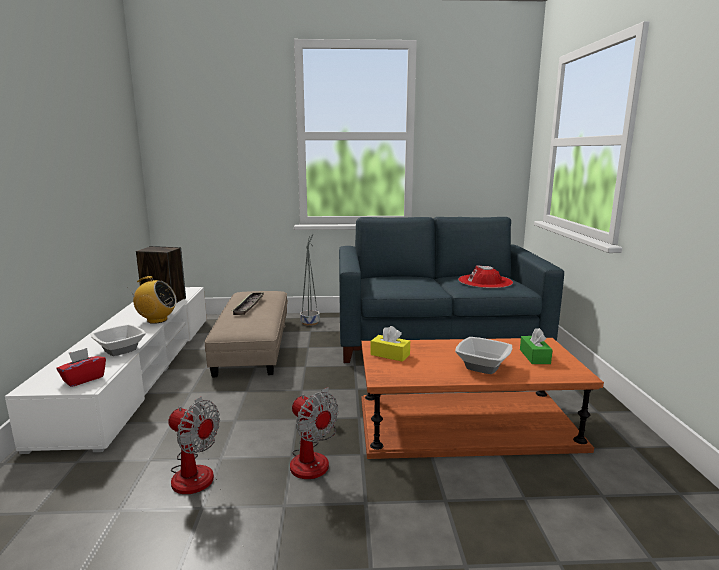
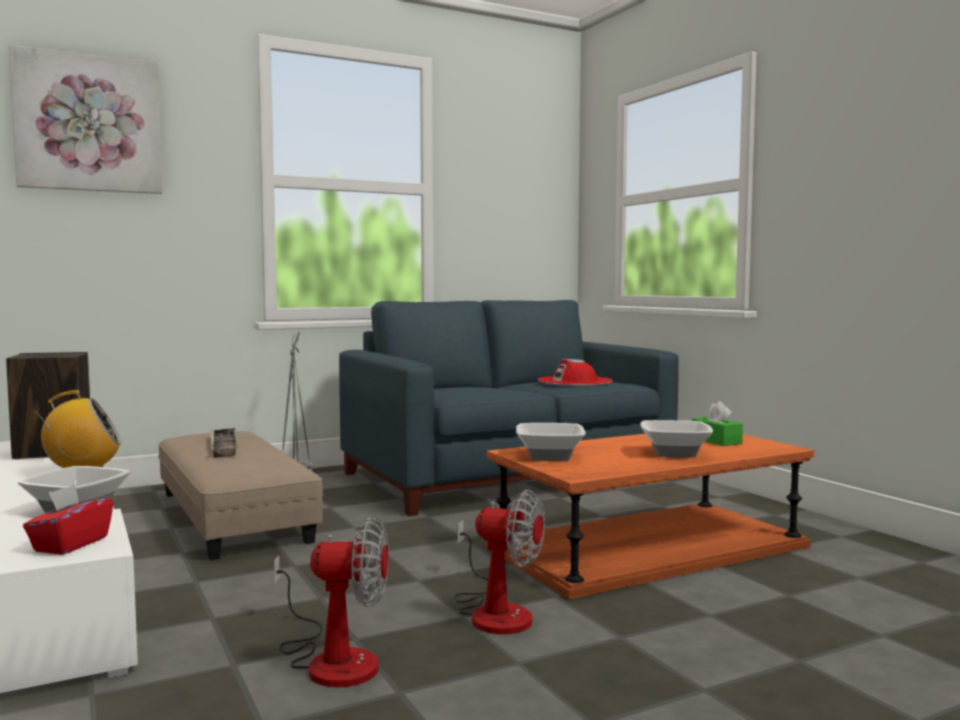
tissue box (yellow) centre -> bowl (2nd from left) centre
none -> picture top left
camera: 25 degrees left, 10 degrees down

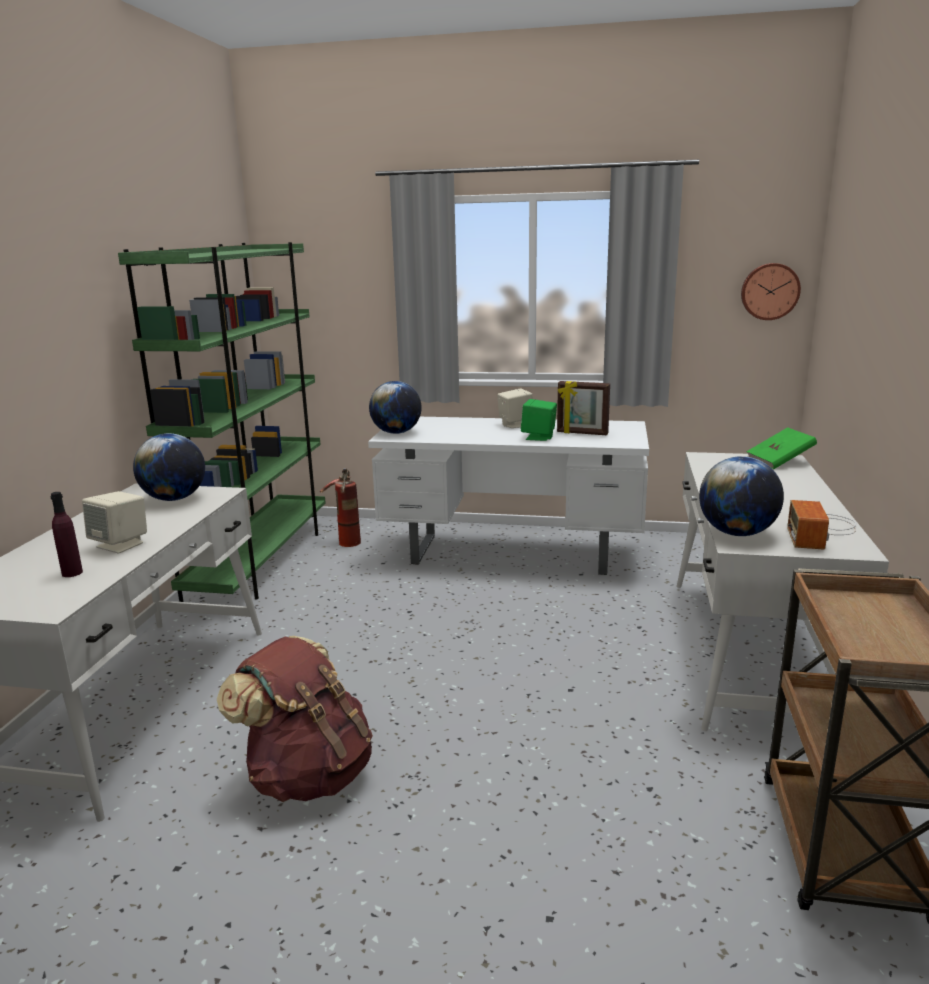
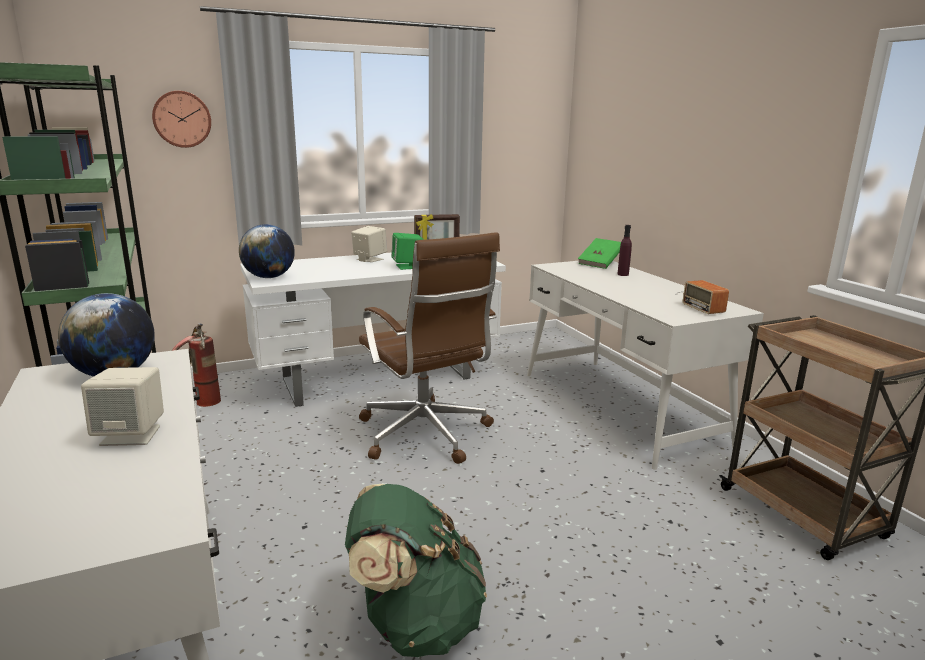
bottle (purple) middle left -> bottle (purple) middle right, moved
backpack (brown) bottom left -> backpack (green) bottom centre
globe (3rd from left) middle right -> none
wall clock top right -> wall clock top left, moved
none -> office chair (brown) centre
camera: 35 degrees left, 0 degrees up

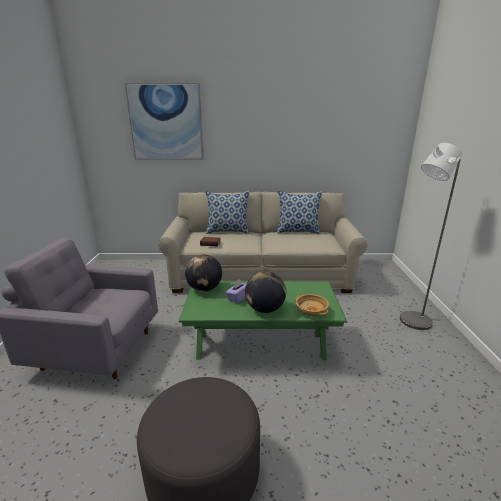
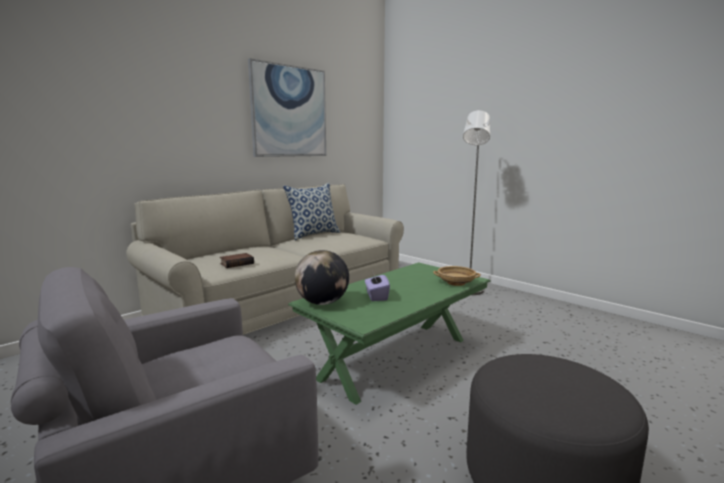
picture top left -> picture top centre, moved
pillow (1st from left) centre -> none
globe (2nd from left) centre -> none
camera: 45 degrees left, 10 degrees down

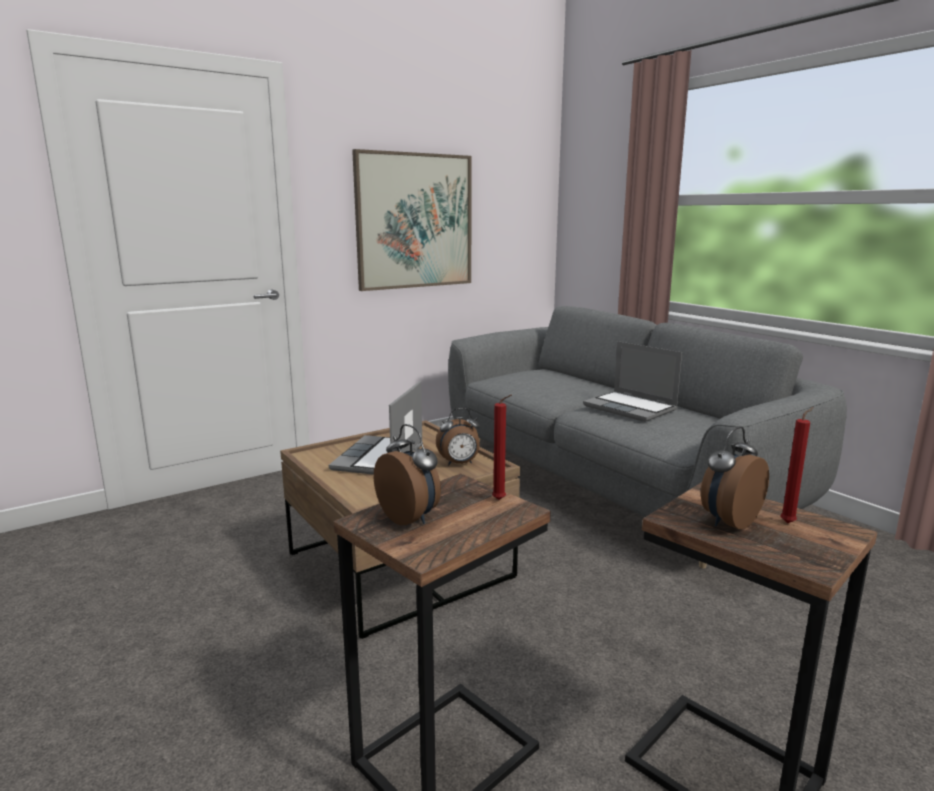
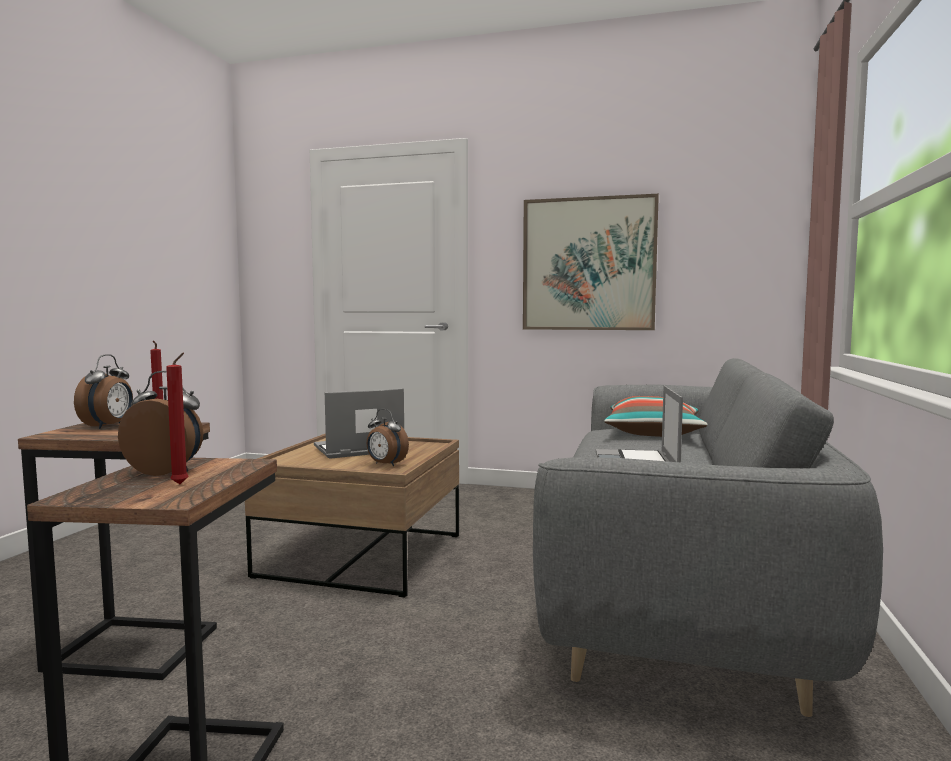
none -> pillow middle right
camera: 50 degrees right, 10 degrees down

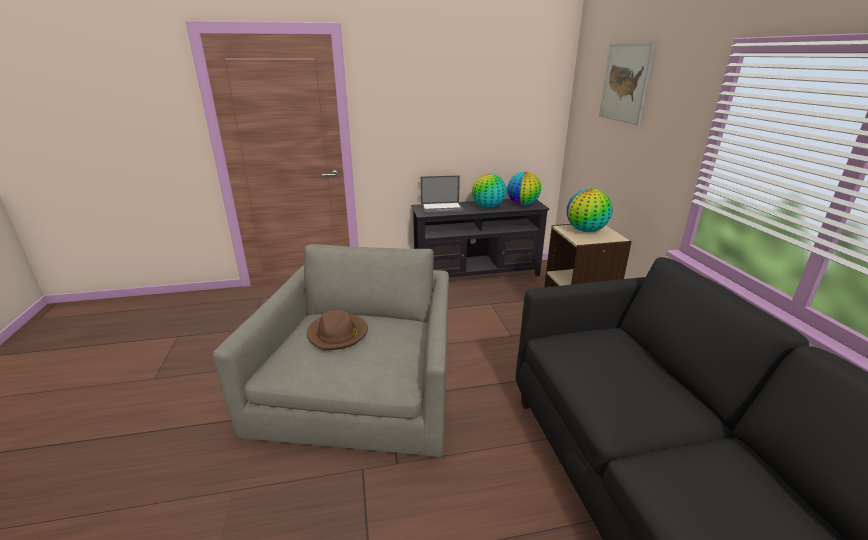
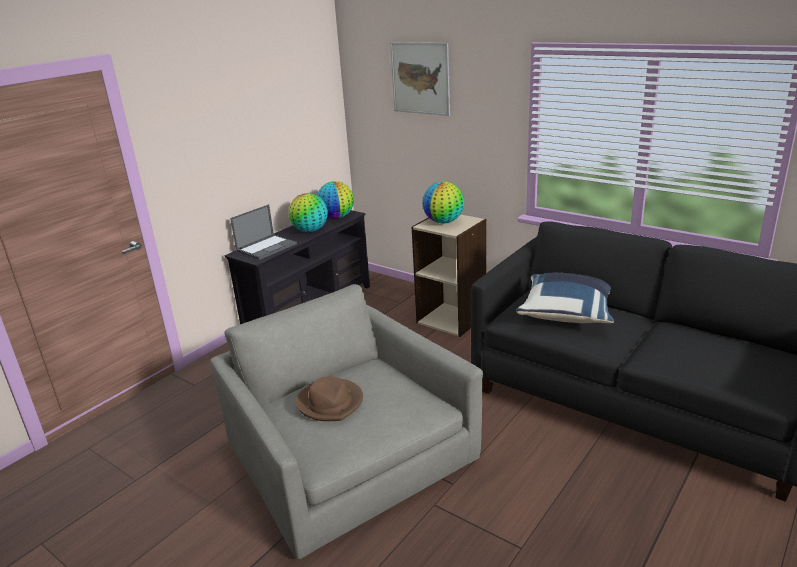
none -> pillow (blue) middle right
camera: 40 degrees left, 0 degrees up

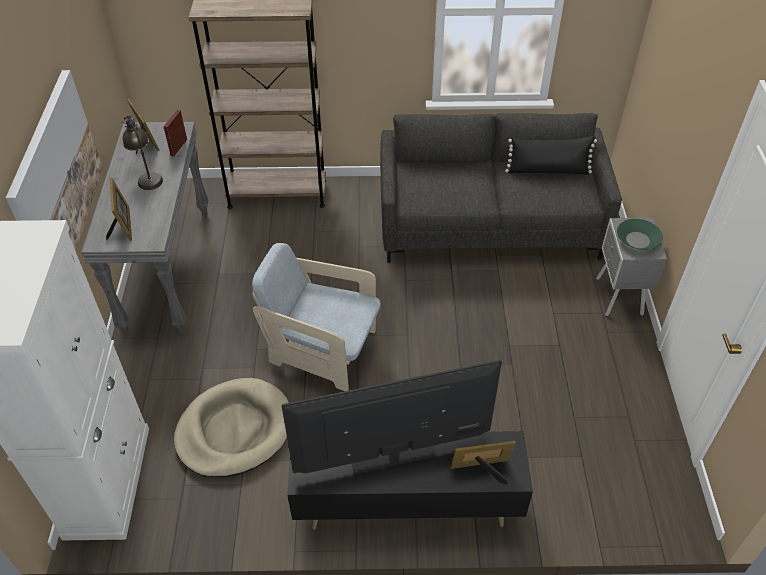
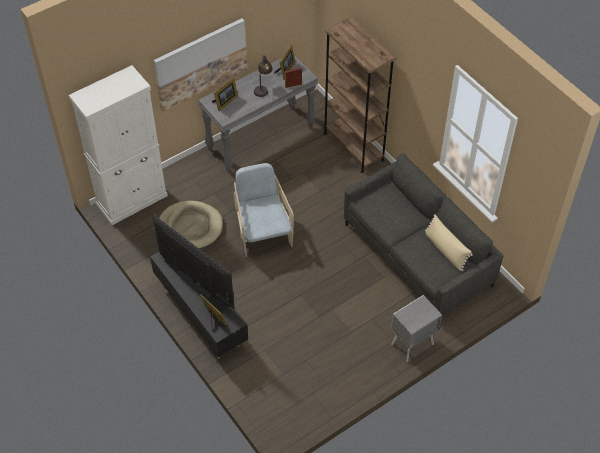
pillow (black) top right -> pillow (beige) middle right
bowl (green) middle right -> none
camera: 55 degrees right, 5 degrees up

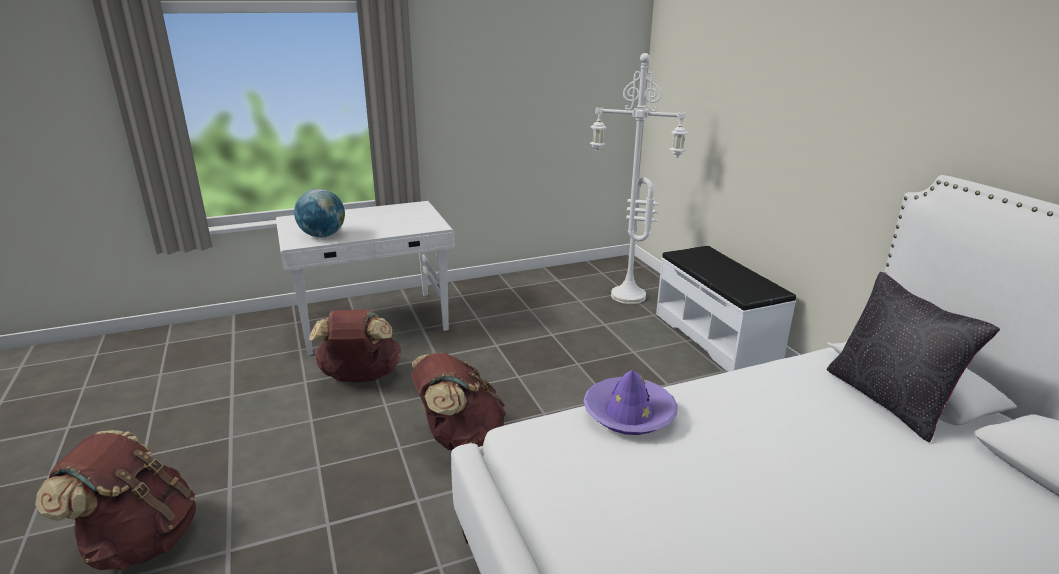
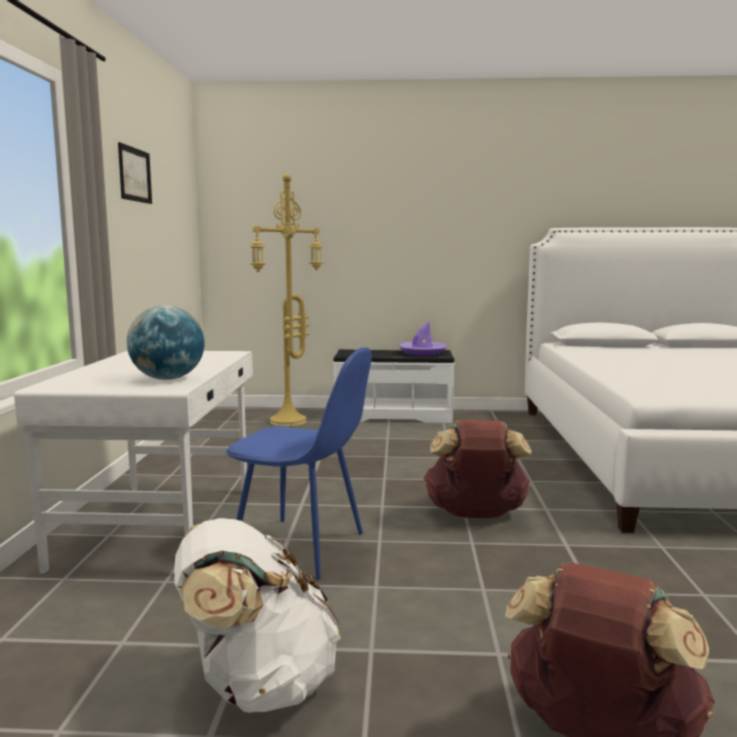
backpack (brown) (2nd from left) centre -> chair (blue) centre
hat (purple) bottom centre -> hat (purple) centre, moved
floor lamp (white) top centre -> floor lamp (yellow) centre
pillow (black) middle right -> none
none -> picture top left
none -> backpack (white) bottom centre
camera: 65 degrees left, 15 degrees down

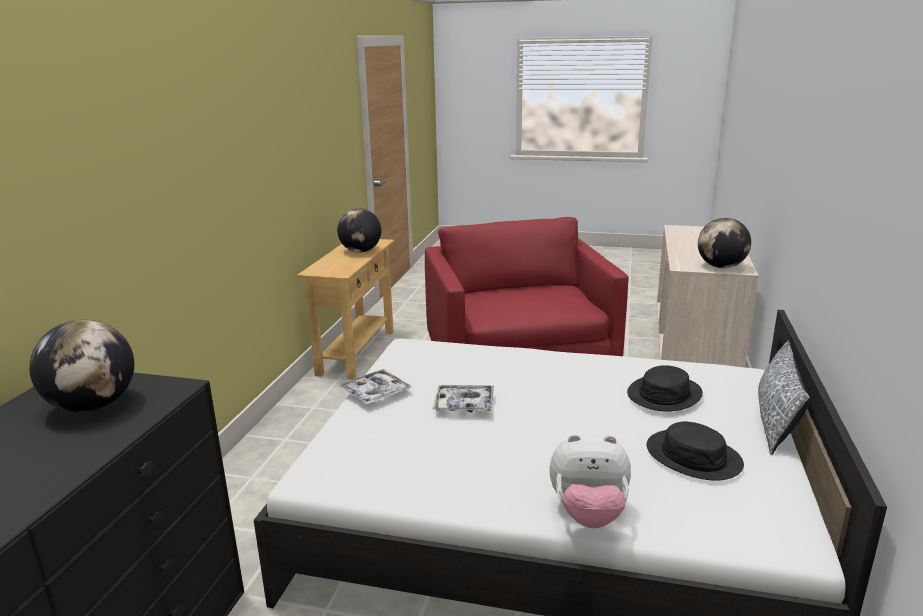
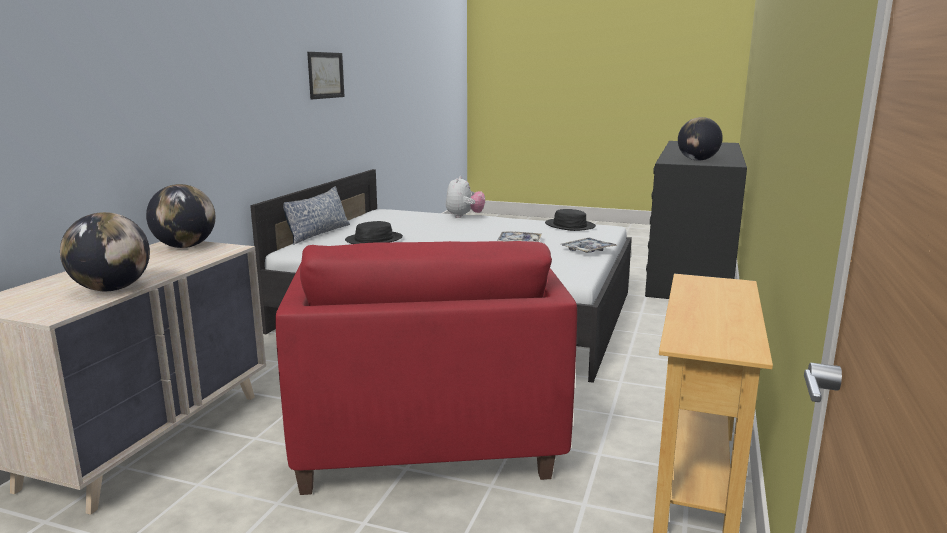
globe (2nd from left in the first image) centre -> globe (1st from left) middle left, moved
plush toy bottom centre -> plush toy centre, 90 degrees clockwise
hat (black) (2nd from left) bottom right -> hat (black) (2nd from left) centre, moved
none -> picture top centre
camera: 175 degrees left, 5 degrees down

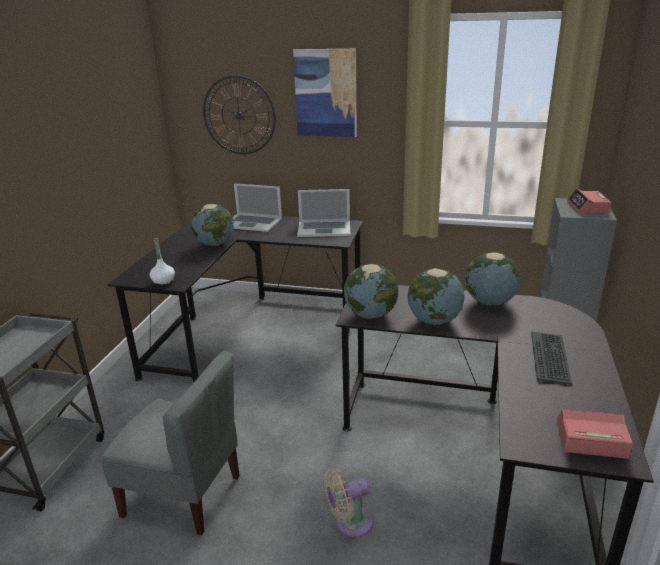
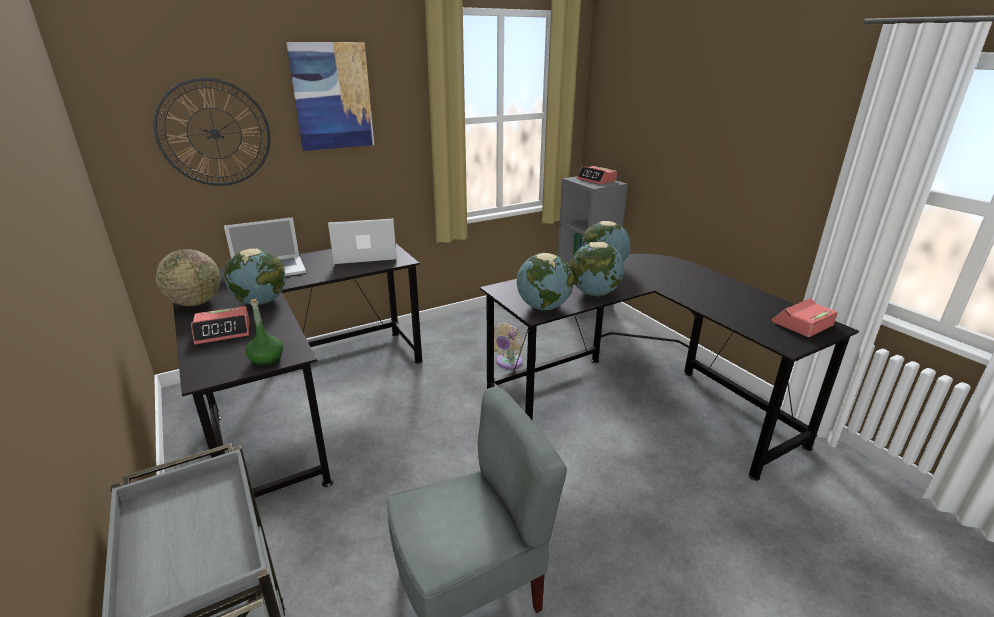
bottle (white) middle left -> bottle (green) middle left
laptop (2nd from left) centre, 150 degrees counterclockwise
fan (beige) bottom centre -> fan (beige) centre, moved
keyboard middle right -> none
none -> globe (1st from left) middle left
none -> alarm clock (1st from left) middle left
camera: 45 degrees left, 0 degrees up

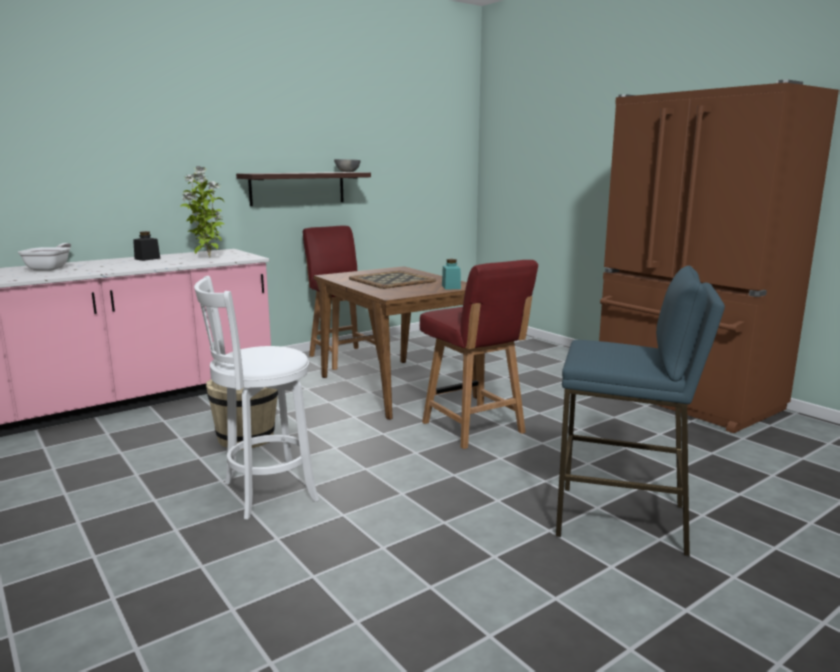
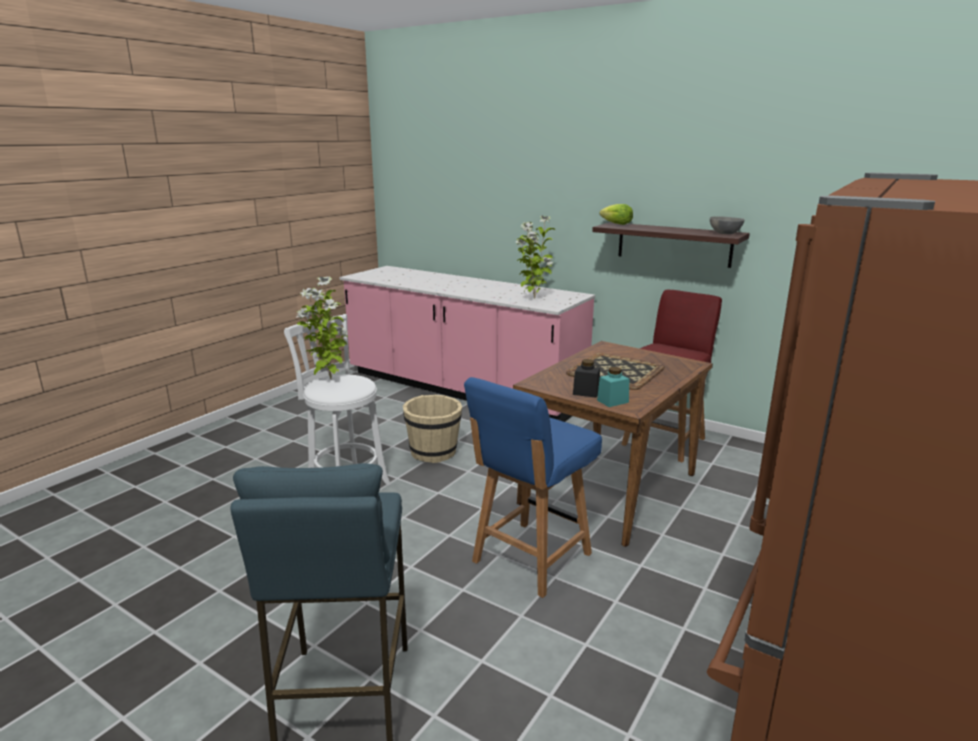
frying pan middle left -> none
jar (black) middle left -> jar (black) centre, moved
chair (red) (2nd from left) centre -> chair (blue) centre
none -> potted plant (1st from left) middle left
none -> lettuce top centre
camera: 70 degrees right, 5 degrees up

